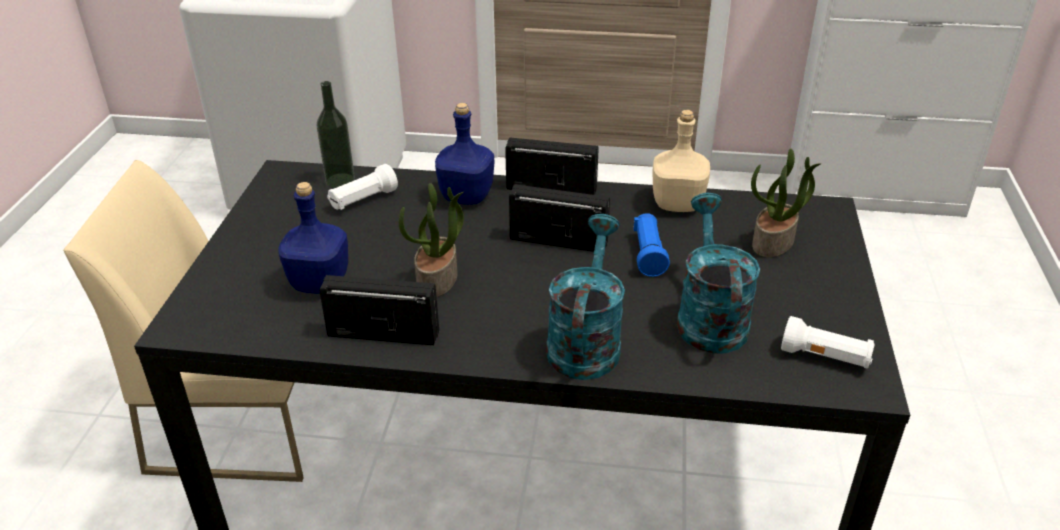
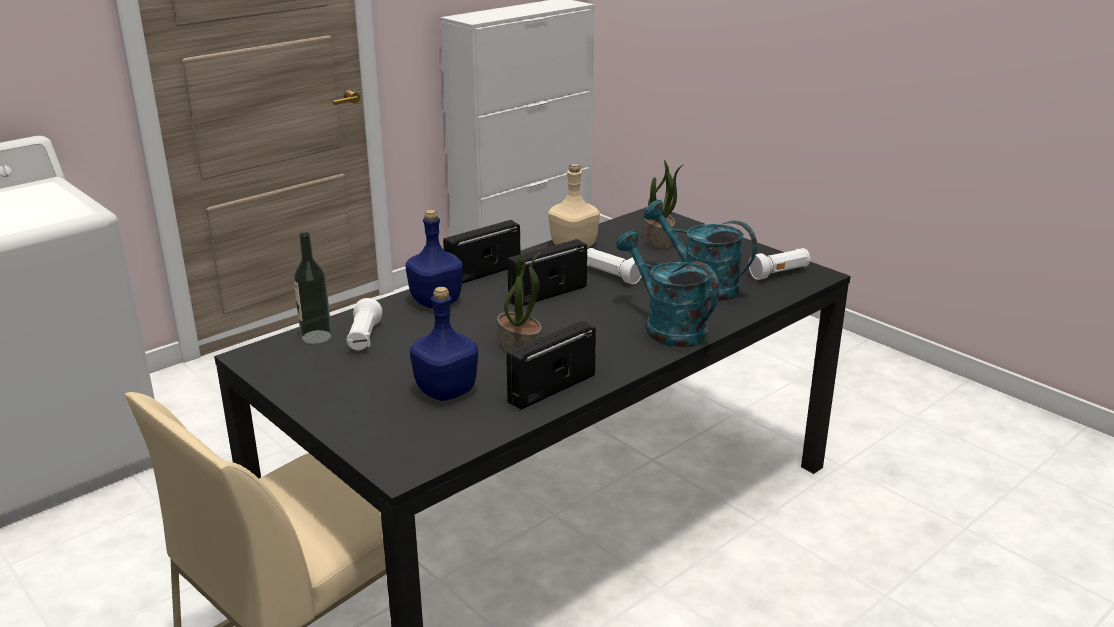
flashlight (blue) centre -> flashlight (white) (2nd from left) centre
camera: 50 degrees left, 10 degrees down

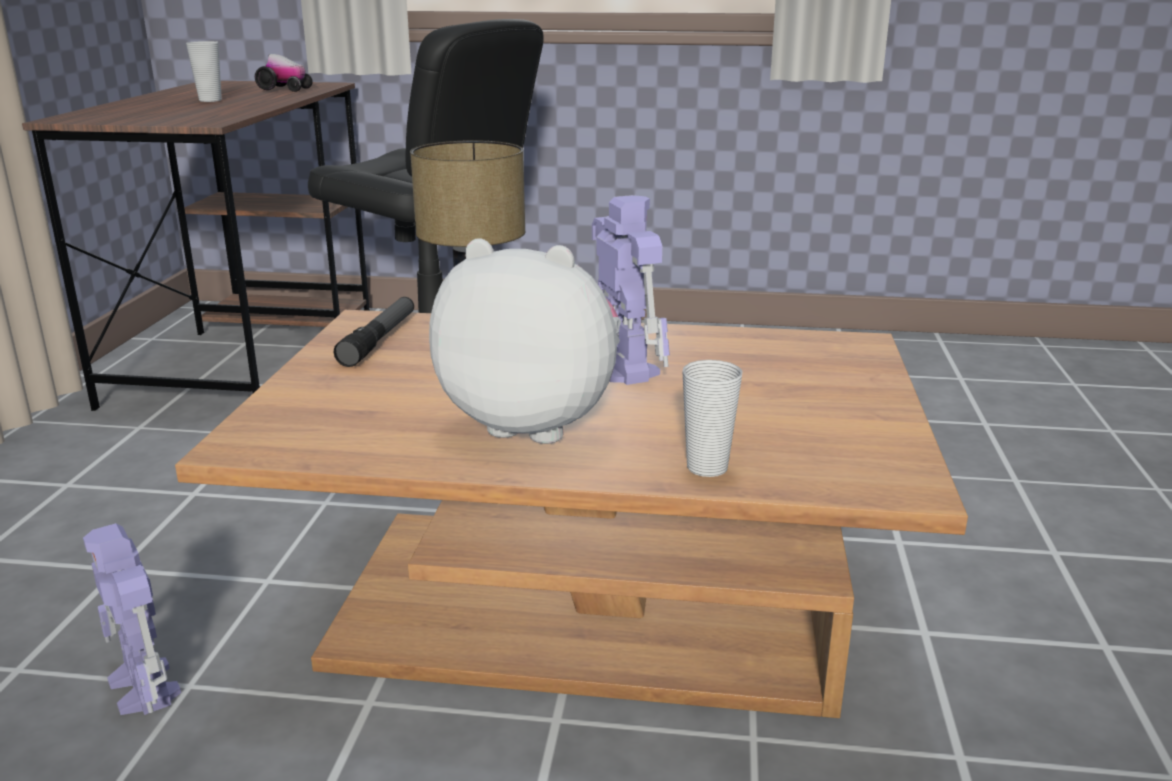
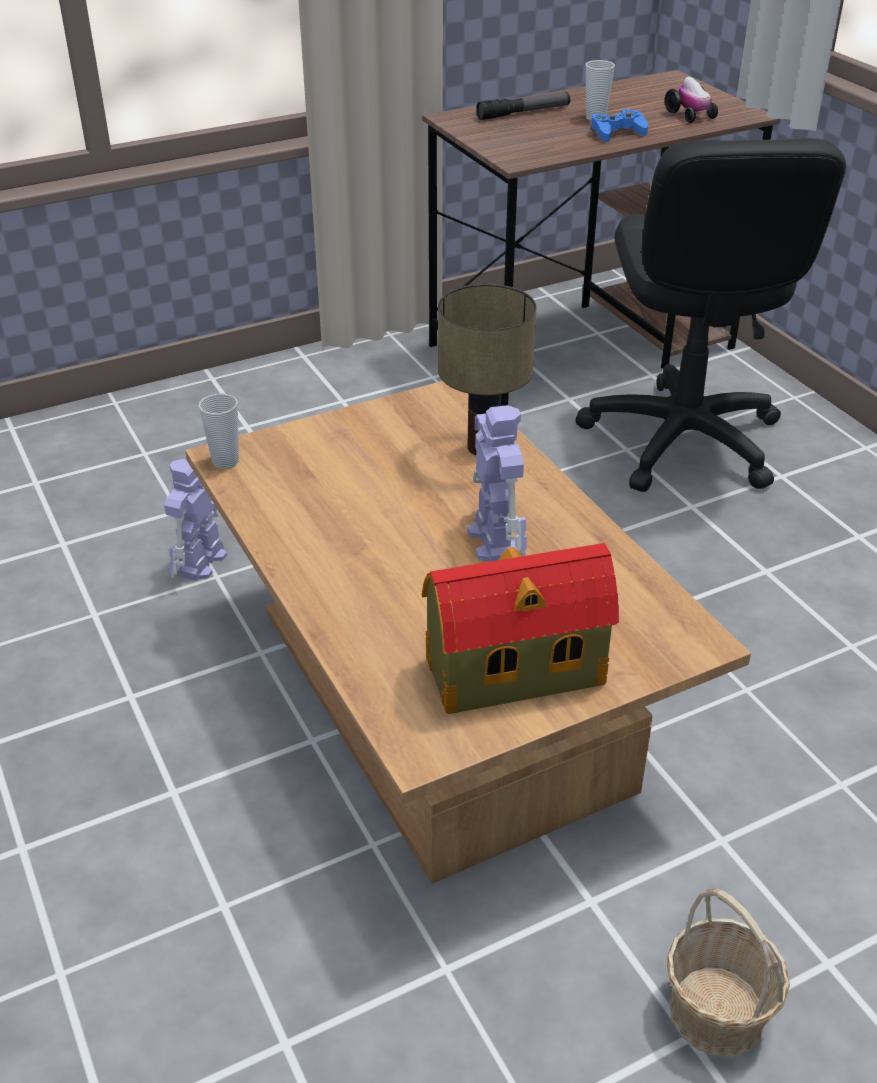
flashlight middle left -> flashlight top centre, moved
plush toy centre -> none
toy robot (2nd from left) centre, 45 degrees counterclockwise
cup (2nd from left in the first image) centre -> cup (1st from left) middle left, moved
none -> toy house centre
none -> game controller (blue) top right
none -> basket bottom right
camera: 55 degrees right, 15 degrees up

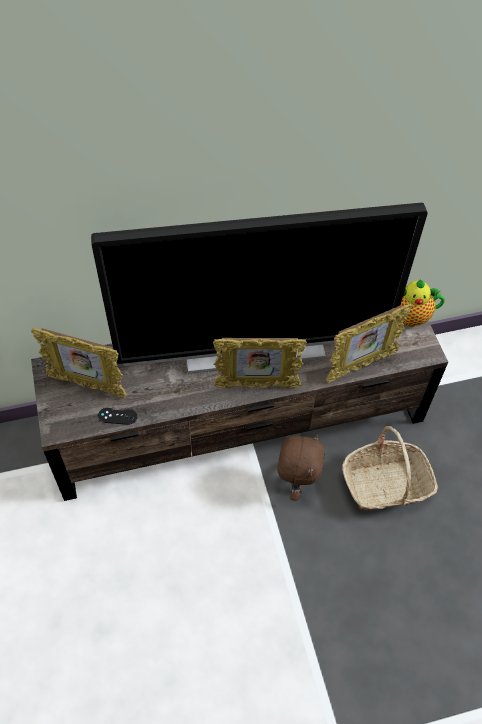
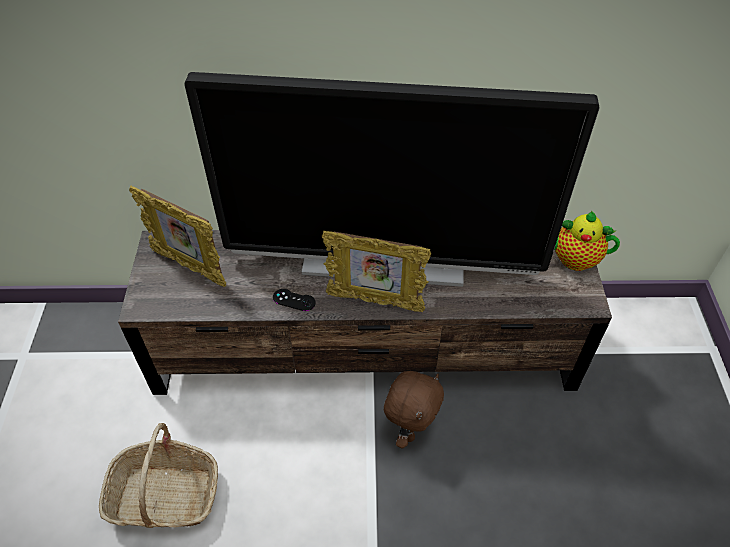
game controller (black) middle left -> game controller (black) centre, moved
picture frame (3rd from left) middle right -> none
basket middle right -> basket bottom left, moved
camera: 15 degrees right, 5 degrees down

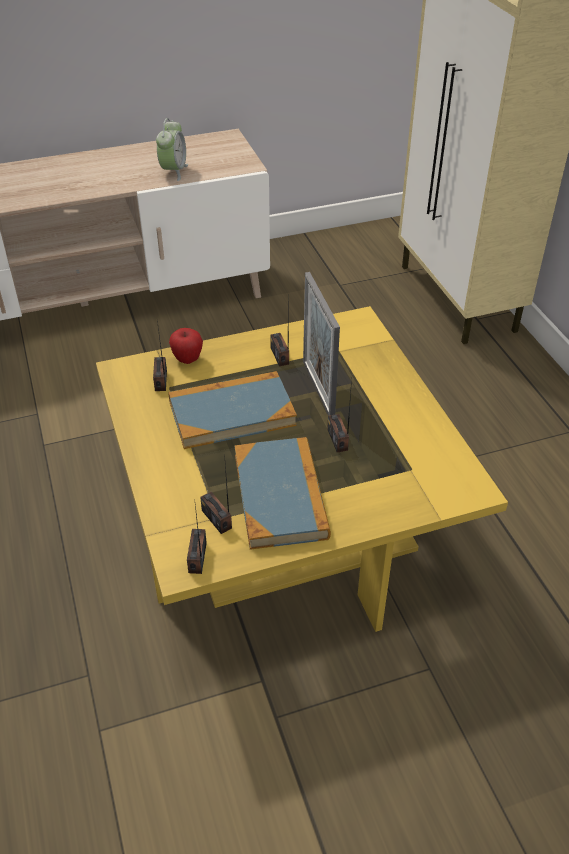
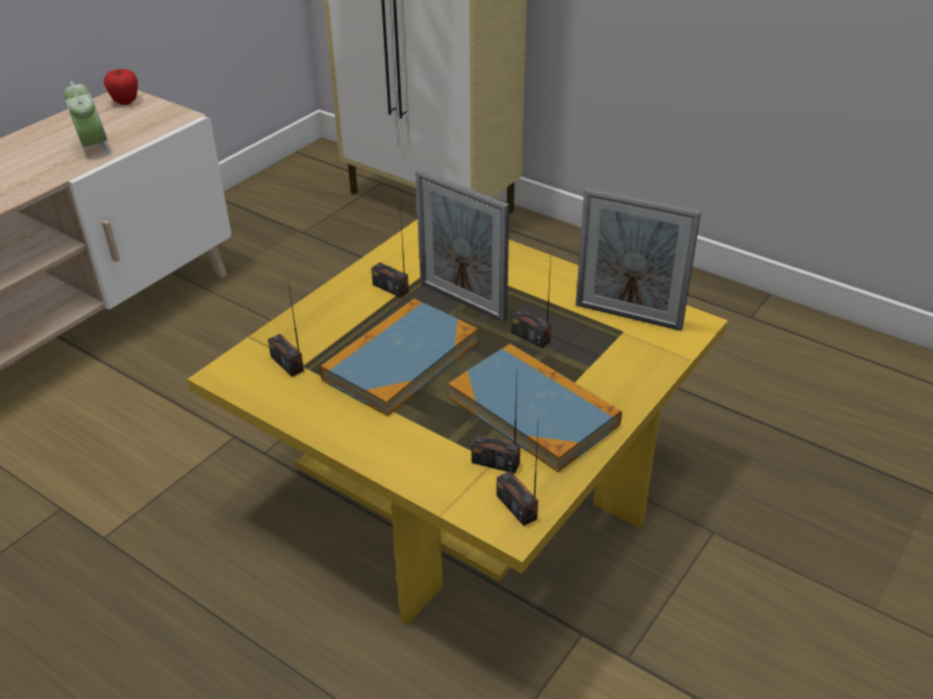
apple middle left -> apple top left, moved
none -> picture frame (2nd from left) middle right
camera: 35 degrees left, 5 degrees down

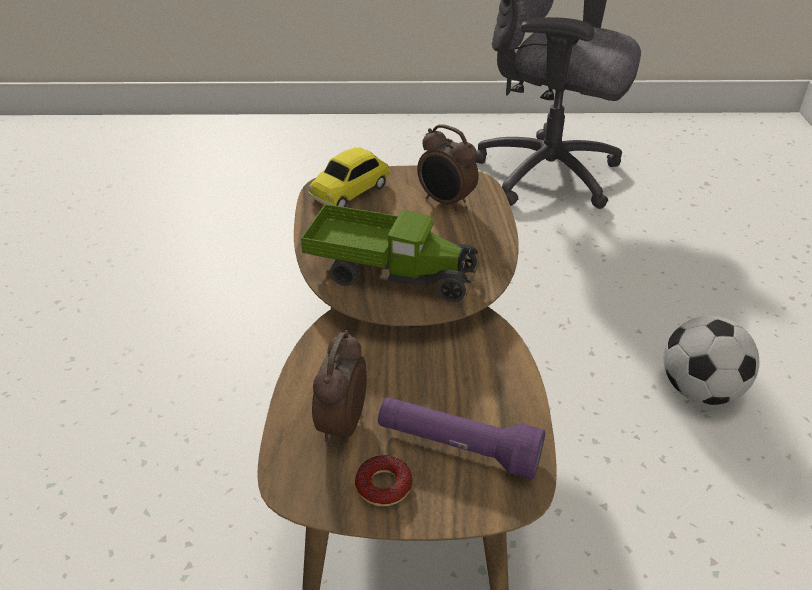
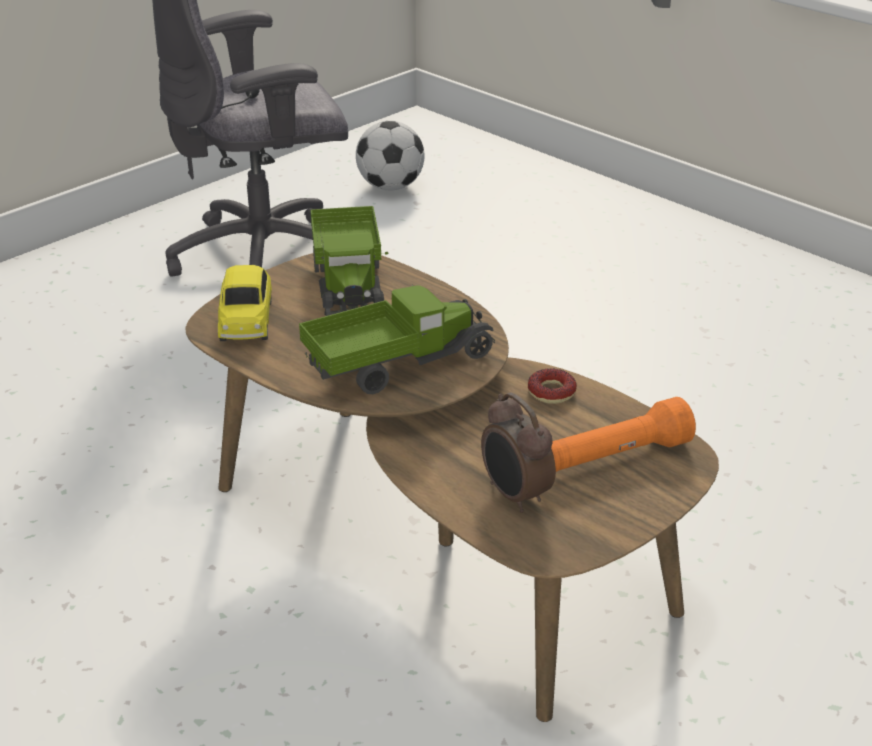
donut bottom centre -> donut centre, moved
flashlight (purple) bottom centre -> flashlight (orange) middle right
alarm clock (2nd from left) top centre -> toy truck (1st from left) centre
football middle right -> football top centre, moved
camera: 45 degrees left, 5 degrees down

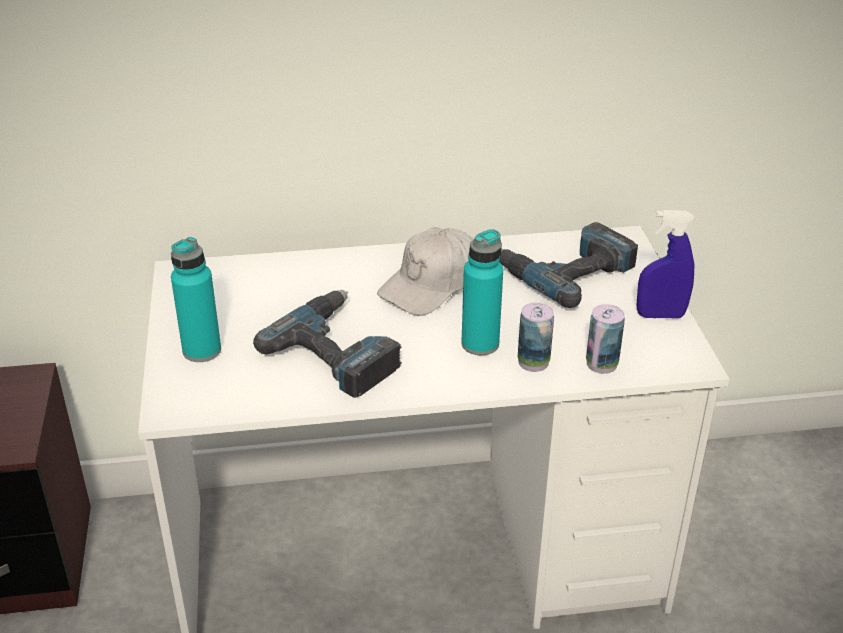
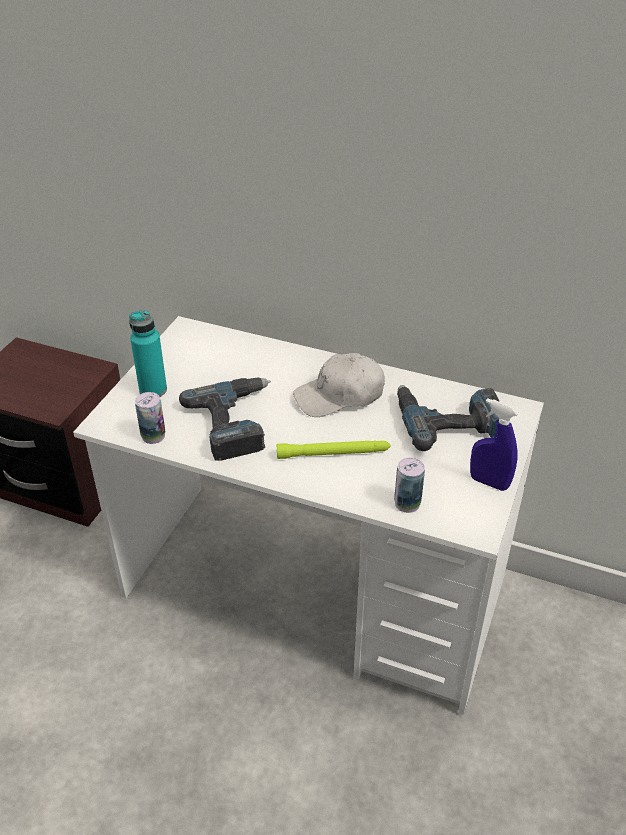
bottle (turquoise) (2nd from left) centre -> flashlight (green) centre
can (1st from left) centre -> can (1st from left) middle left, moved
camera: 30 degrees right, 5 degrees up

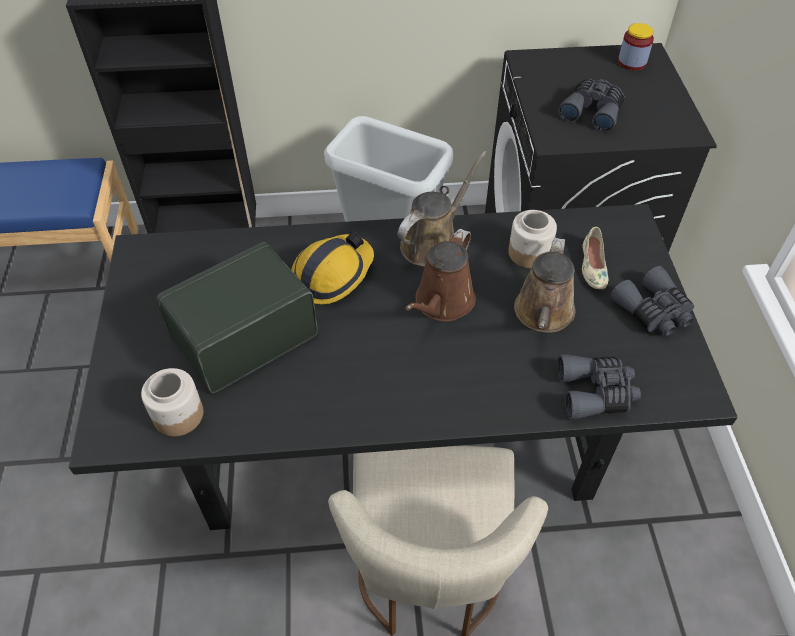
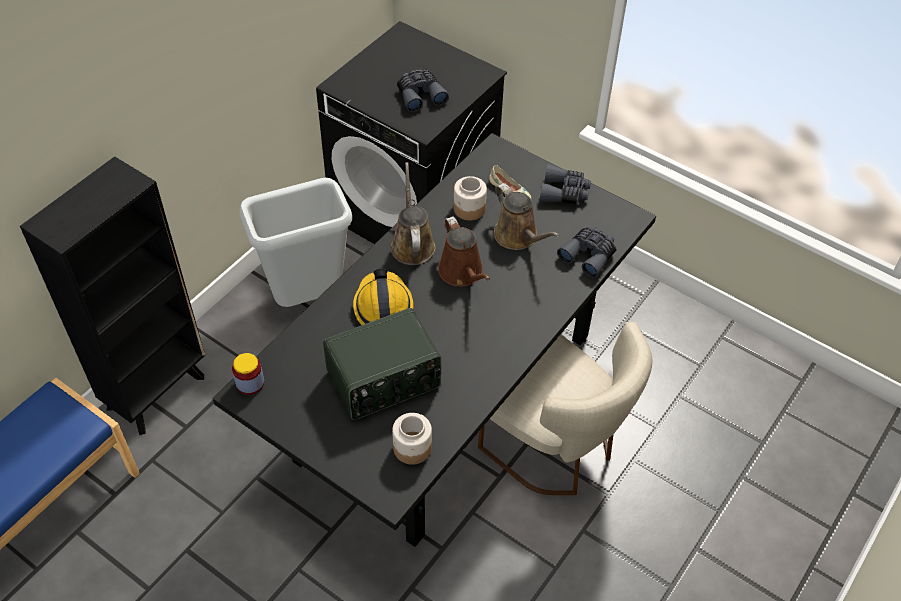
radio middle left -> radio centre, 120 degrees counterclockwise
jar (3rd from left in the first image) top right -> jar (1st from left) middle left, moved
camera: 50 degrees left, 0 degrees up

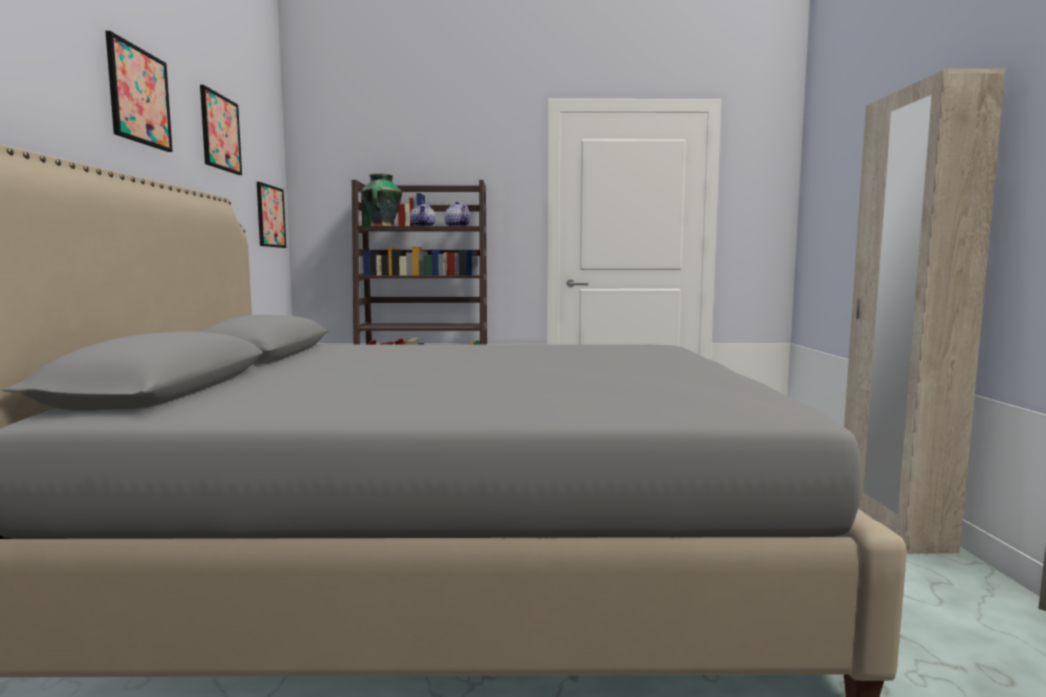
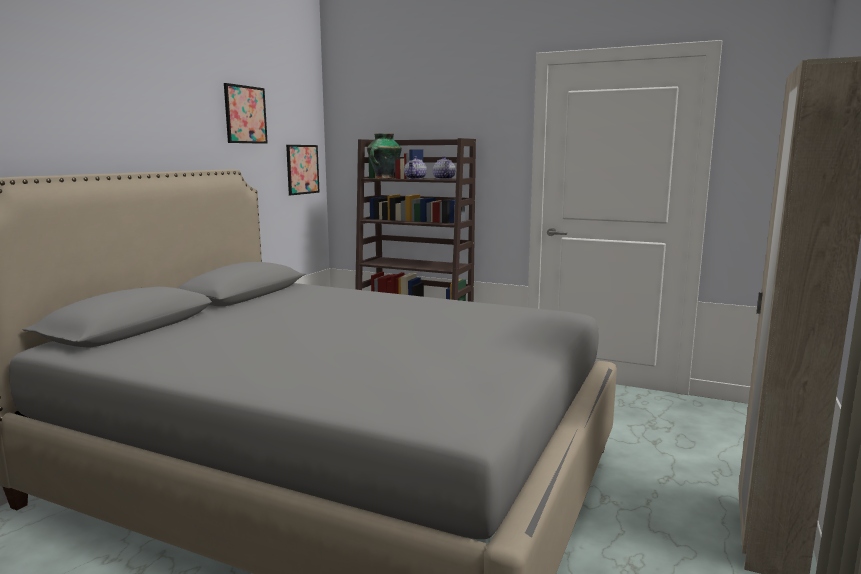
picture (1st from left) top left -> none
camera: 25 degrees right, 5 degrees up

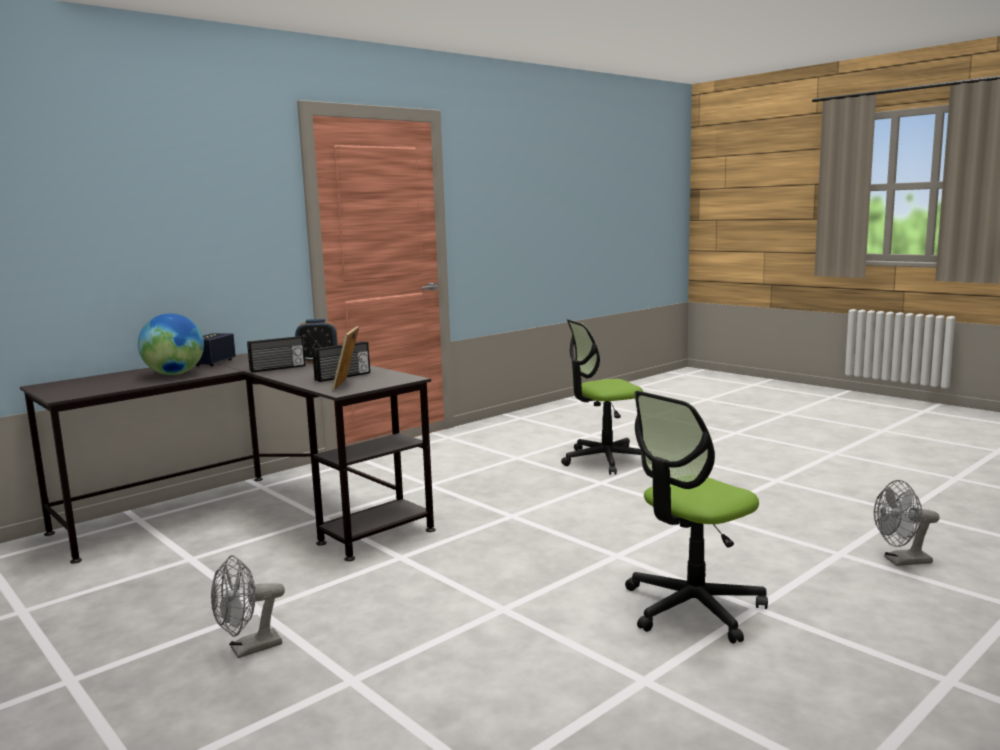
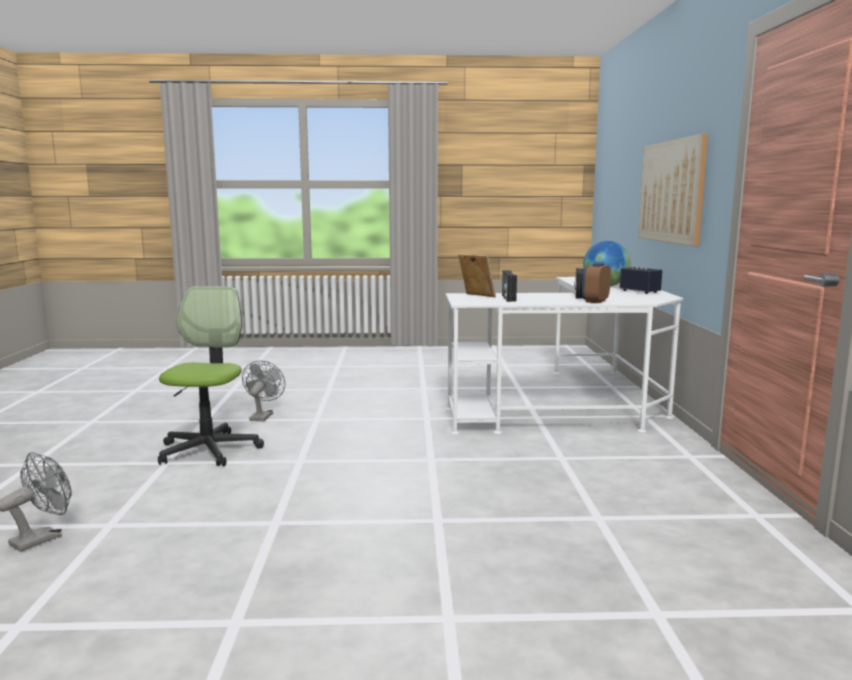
desk (black) middle left -> desk (white) centre
fan (grey) (1st from left in the first image) bottom left -> fan (grey) (2nd from left) middle left, moved
office chair (1st from left) centre -> none
none -> picture top right
camera: 130 degrees right, 0 degrees up

